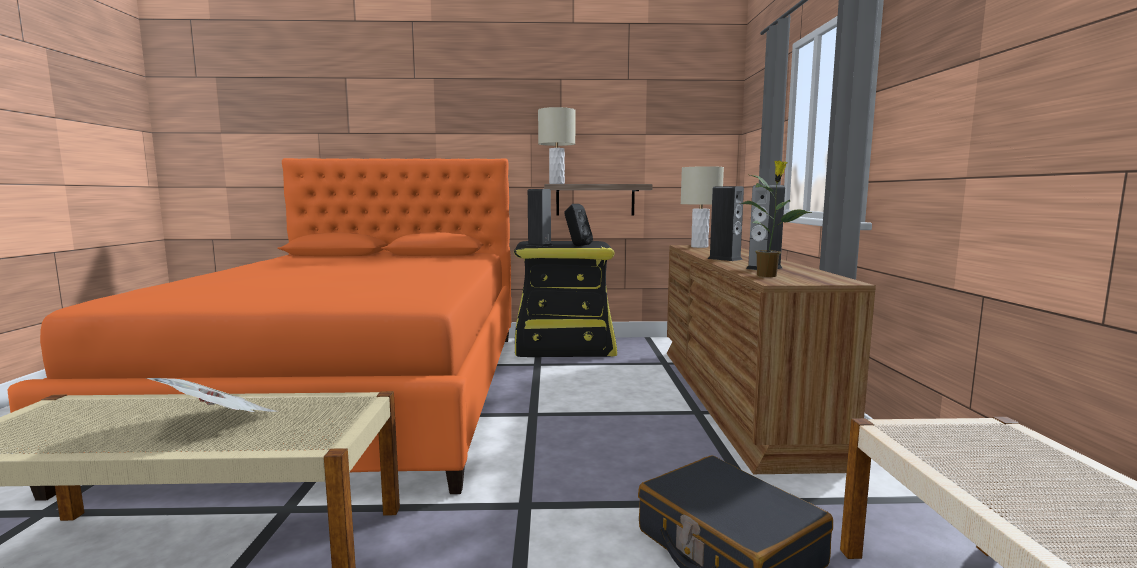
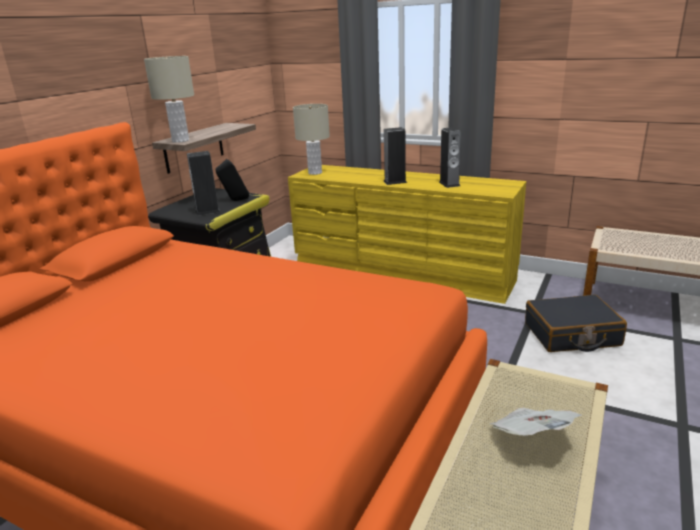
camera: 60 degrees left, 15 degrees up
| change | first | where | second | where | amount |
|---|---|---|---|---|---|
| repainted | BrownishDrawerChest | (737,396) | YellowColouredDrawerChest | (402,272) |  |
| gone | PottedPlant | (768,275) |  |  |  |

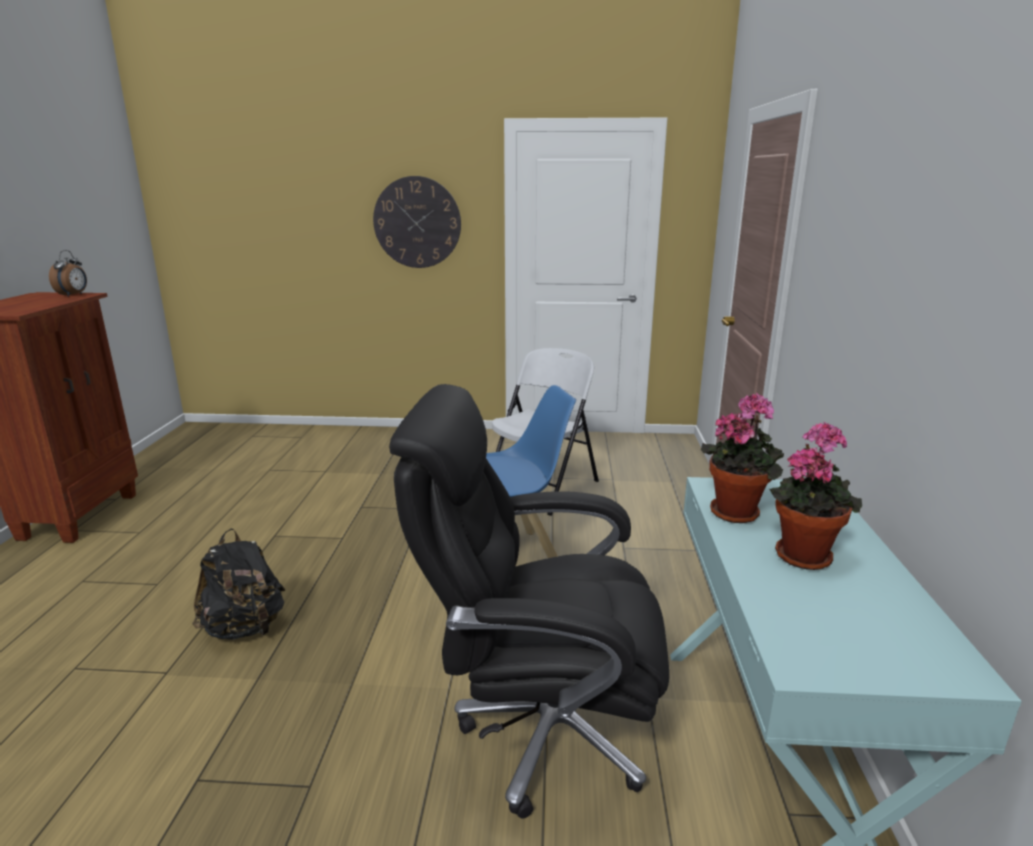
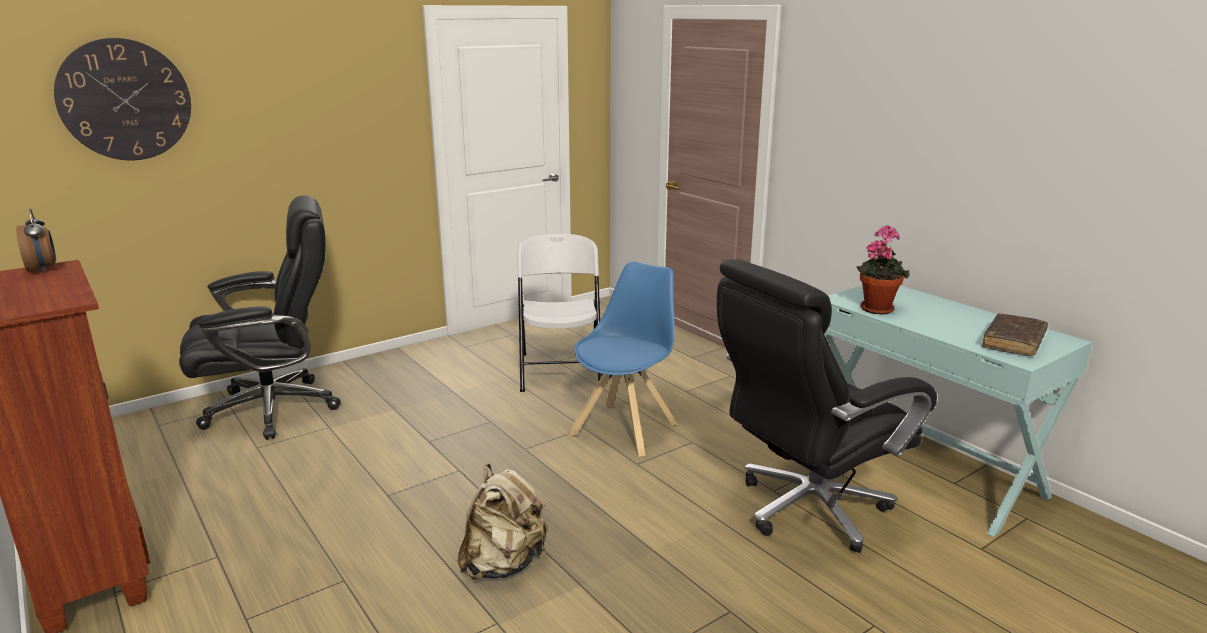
camera: 40 degrees left, 0 degrees up
| change | first | where | second | where | amount |
|---|---|---|---|---|---|
| shifted | WallClock | (417,222) |  | (125,100) |  |
| new |  |  | BlackColouredOfficeChair | (272,409) |  |
| repainted | BlackColouredKnapsack | (245,628) | SandColouredKnapsack | (503,564) |  |
| new |  |  | BrownishVolume | (1013,342) |  |
| gone | PottedPlant | (803,554) |  |  |  |

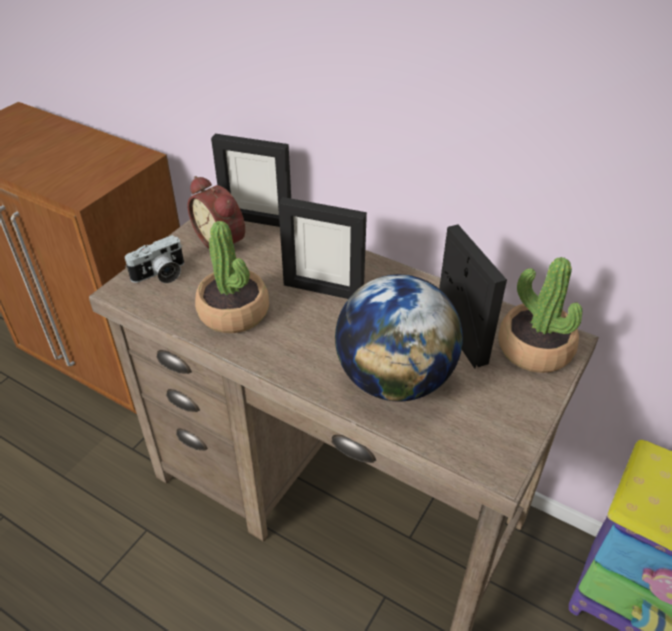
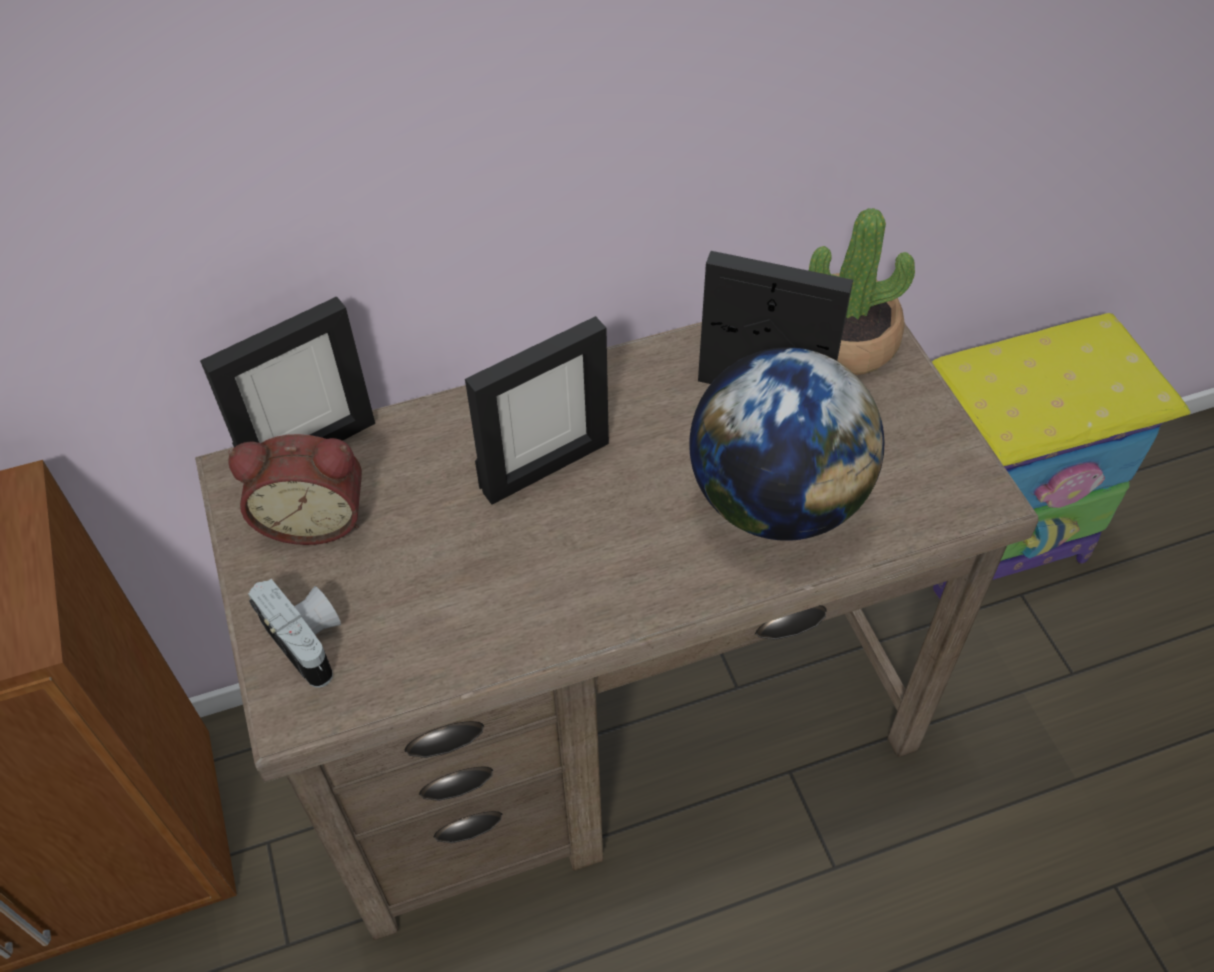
camera: 50 degrees left, 10 degrees up
| change | first | where | second | where | amount |
|---|---|---|---|---|---|
| rotated | PhotoCamera | (160,275) |  | (310,640) | 45 degrees counterclockwise |
| gone | PottedPlant | (234,312) |  |  |  |

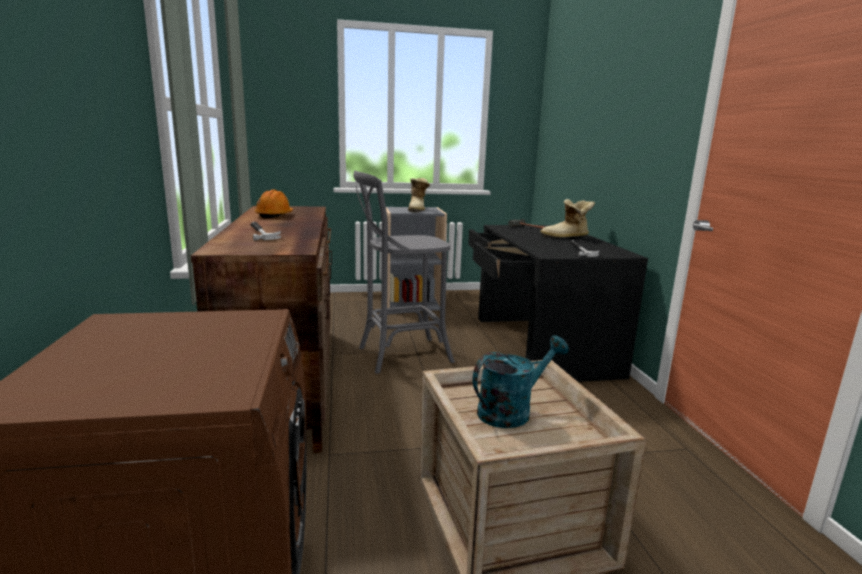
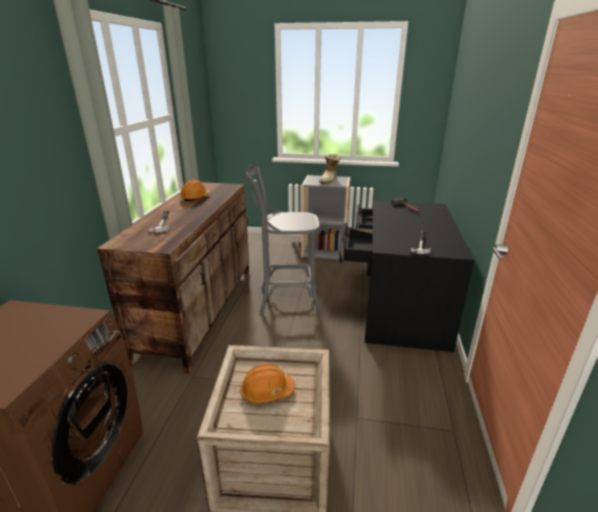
camera: 20 degrees right, 10 degrees up
| change | first | where | second | where | amount |
|---|---|---|---|---|---|
| swapped | TurquoiseColouredWateringPot | (511,411) | OrangeWorkHelmet | (267,392) |  |
| gone | TallBoot | (566,237) |  |  |  |

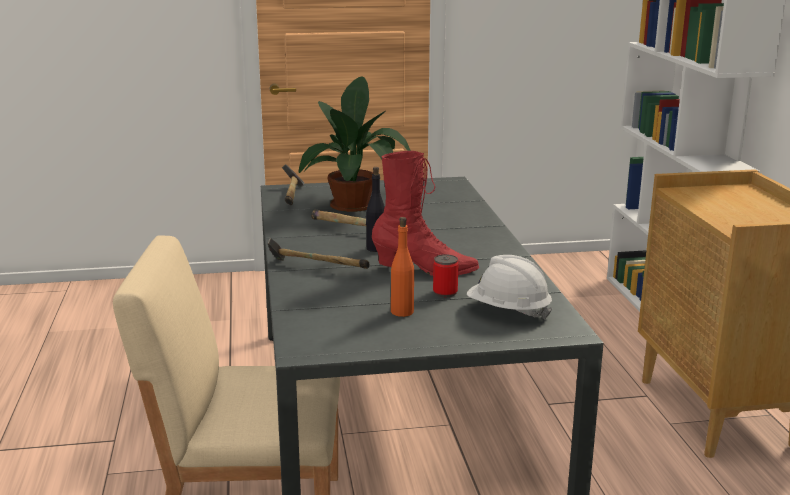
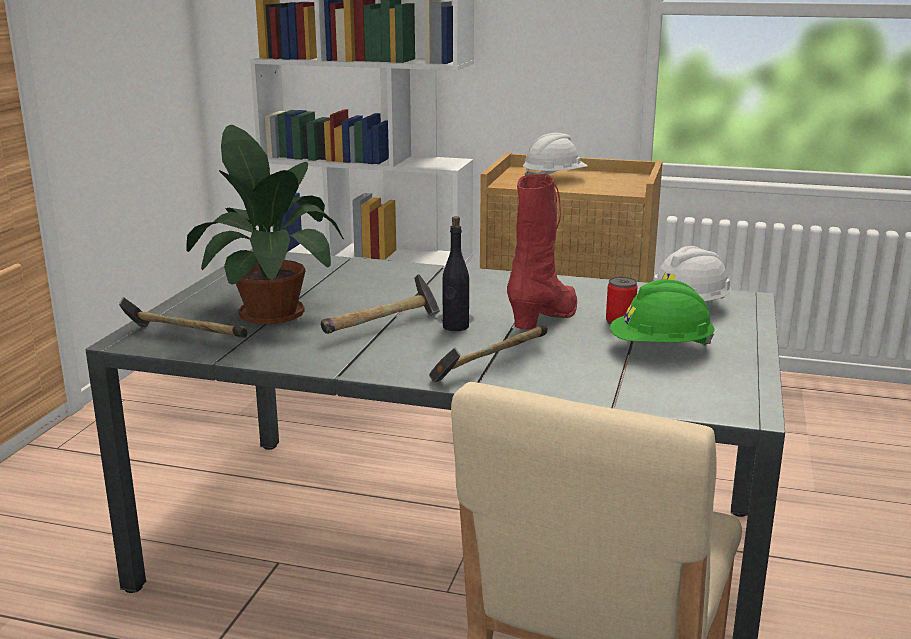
camera: 65 degrees left, 0 degrees up
| change | first | where | second | where | amount |
|---|---|---|---|---|---|
| new |  |  | WhitishWorkHelmet | (554,179) |  |
| swapped | OrangeBottle | (402,312) | GreenishWorkHelmet | (660,348) |  |

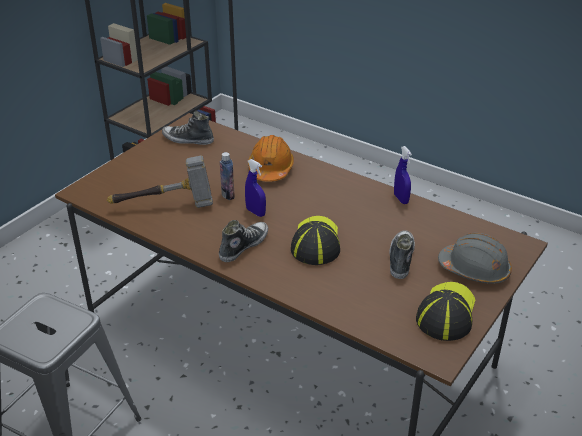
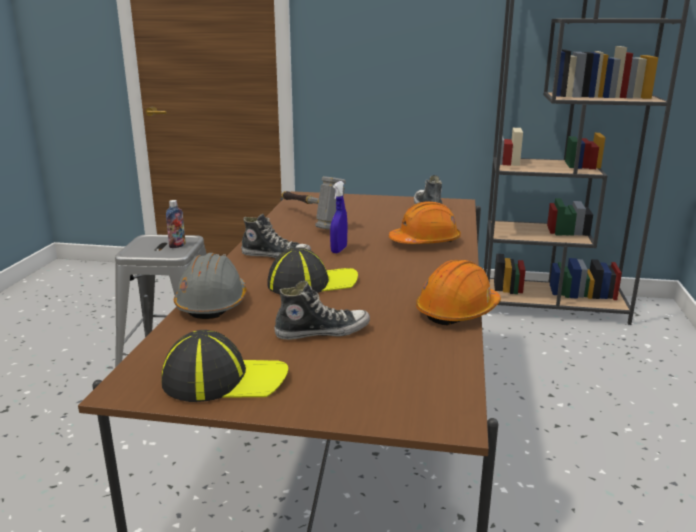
camera: 65 degrees right, 15 degrees down
| change | first | where | second | where | amount |
|---|---|---|---|---|---|
| shifted | Bottle | (228,195) |  | (177,245) |  |
| shifted | GreyishWorkHelmet | (474,269) |  | (212,303) |  |
| swapped | BluishSprayer | (401,199) | OrangeWorkHelmet | (457,311) |  |

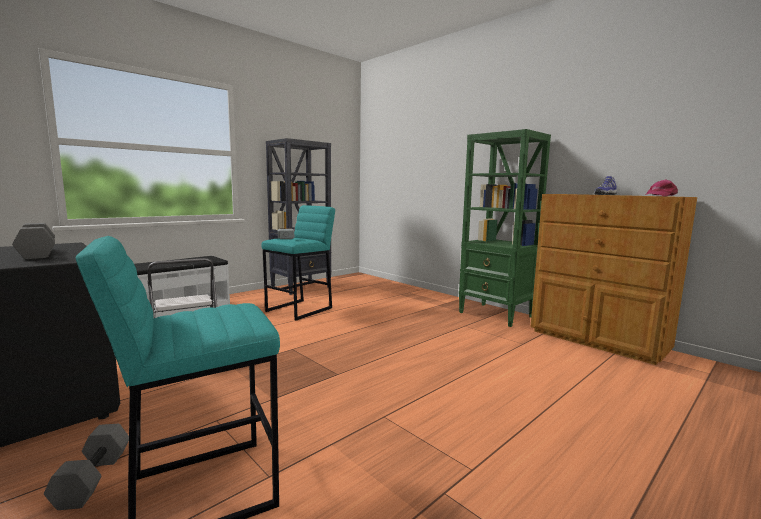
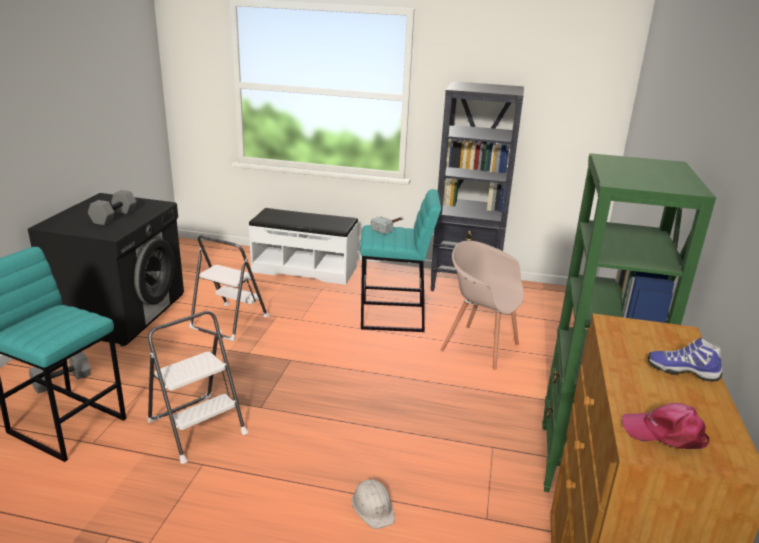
camera: 55 degrees right, 15 degrees up
| change | first | where | second | where | amount |
|---|---|---|---|---|---|
| new |  |  | WhitishStepStool | (195,425) |  |
| new |  |  | WhitishWorkHelmet | (373,507) |  |
| new |  |  | SandColouredPlainChair | (479,347) |  |

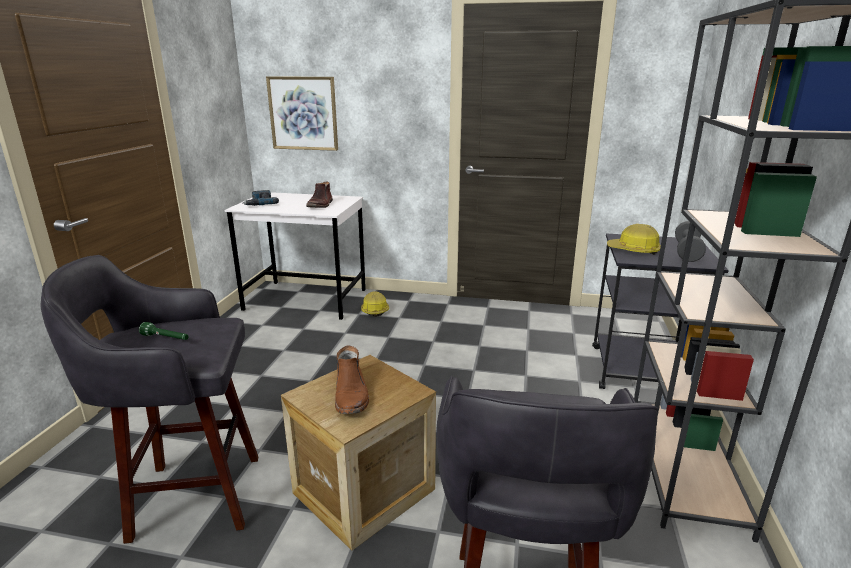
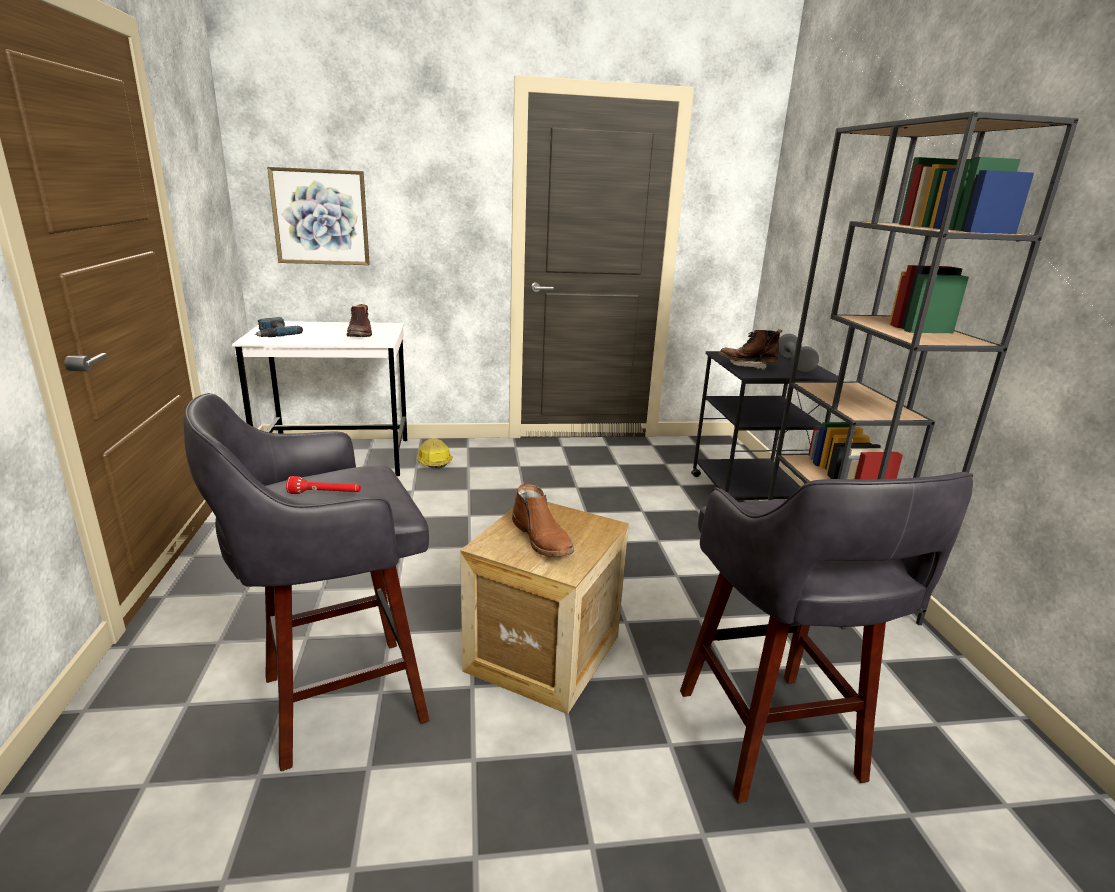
camera: 20 degrees left, 0 degrees up
| change | first | where | second | where | amount |
|---|---|---|---|---|---|
| repainted | GreenishFlashlight | (166,338) | RedColouredFlashlight | (325,494) |  |
| swapped | WorkHelmet | (633,251) | BrownishTallBoot | (747,366) |  |

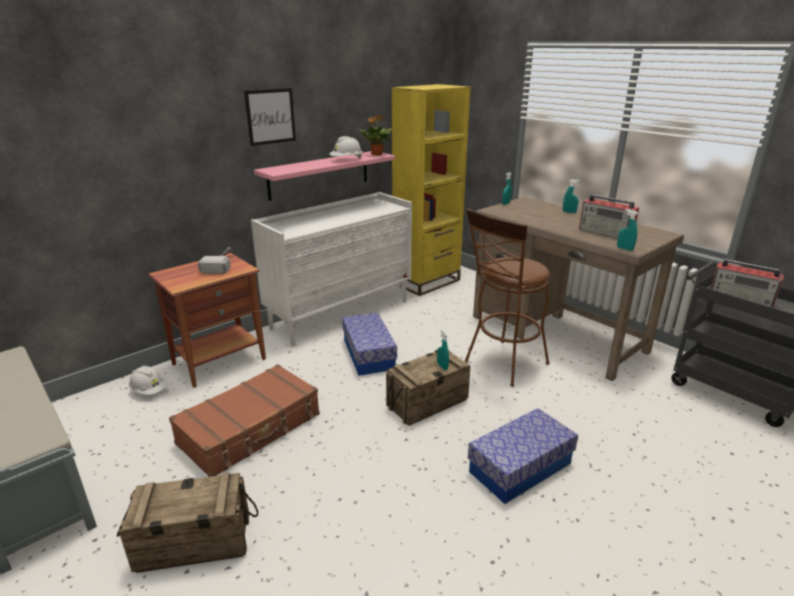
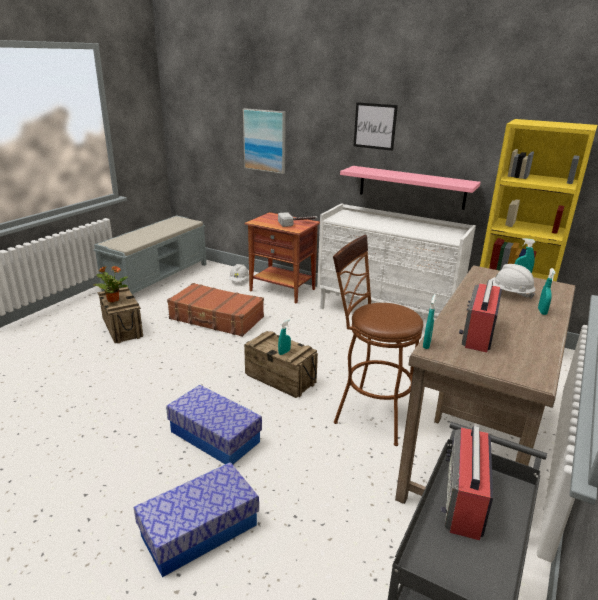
camera: 70 degrees right, 0 degrees up
| change | first | where | second | where | amount |
|---|---|---|---|---|---|
| shifted | PottedPlant | (376,154) |  | (113,300) |  |
| shifted | StorageContainer | (369,354) |  | (199,530) |  |
| new |  |  | Picture | (265,141) |  |
| shifted | WhitishWorkHelmet | (346,160) |  | (509,293) |  |

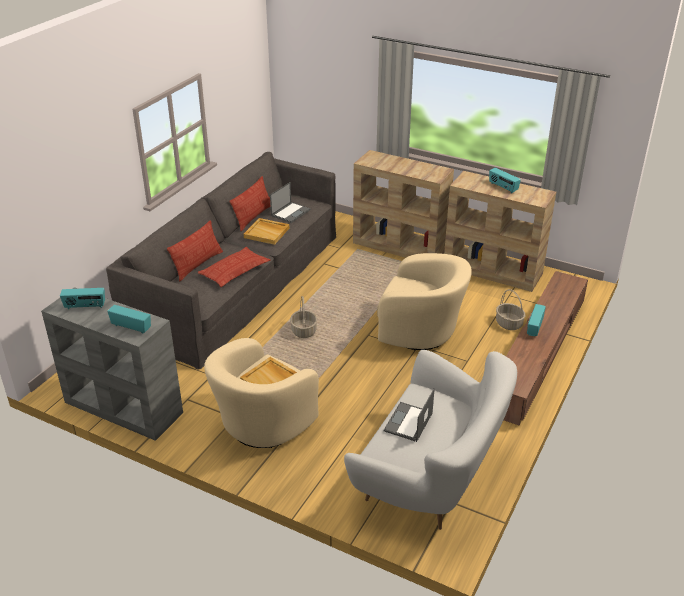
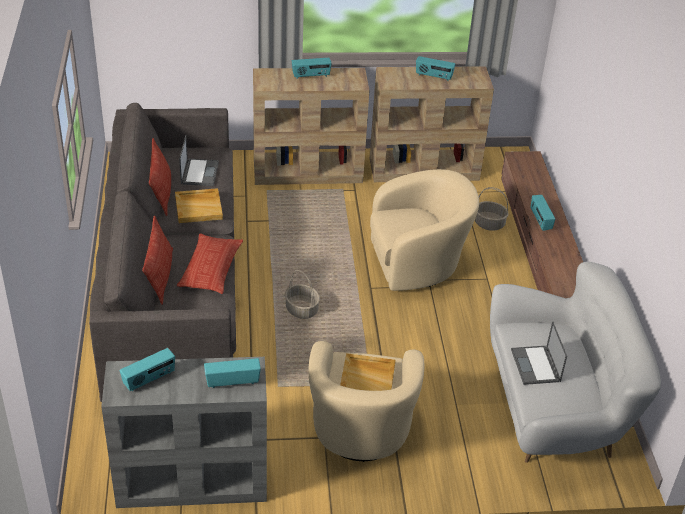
camera: 35 degrees left, 5 degrees up
| change | first | where | second | where | amount |
|---|---|---|---|---|---|
| new |  |  | RadioReceiver | (311,76) |  |

